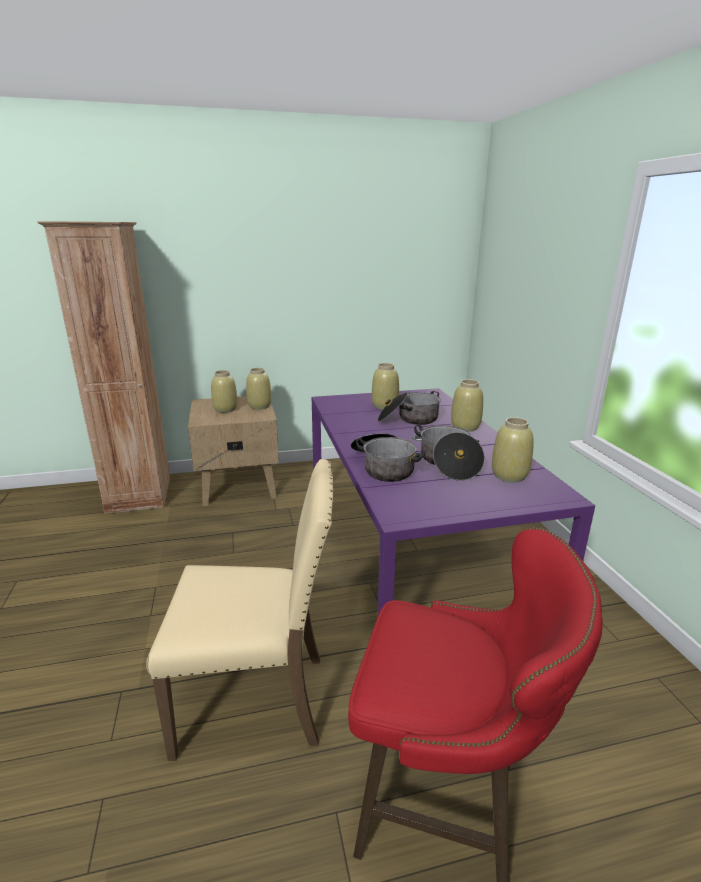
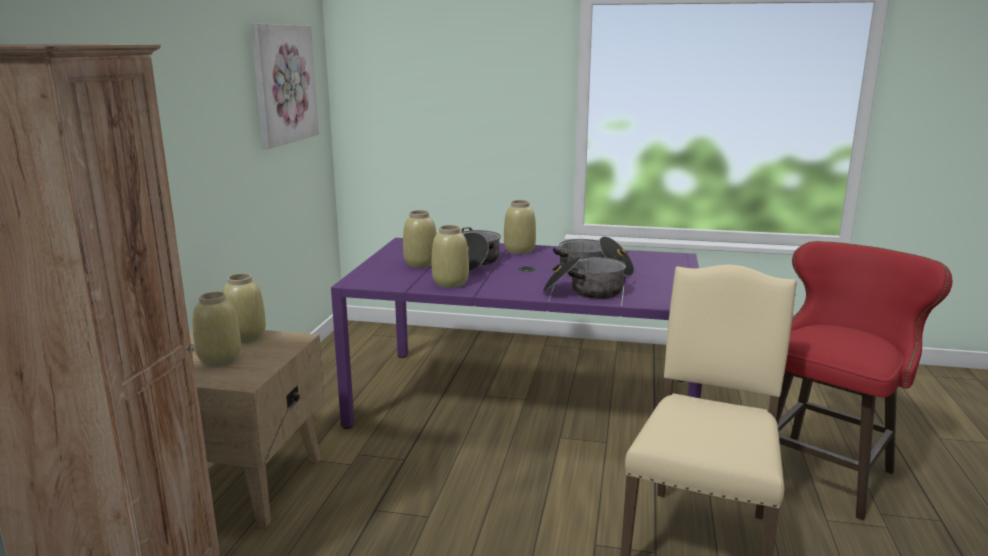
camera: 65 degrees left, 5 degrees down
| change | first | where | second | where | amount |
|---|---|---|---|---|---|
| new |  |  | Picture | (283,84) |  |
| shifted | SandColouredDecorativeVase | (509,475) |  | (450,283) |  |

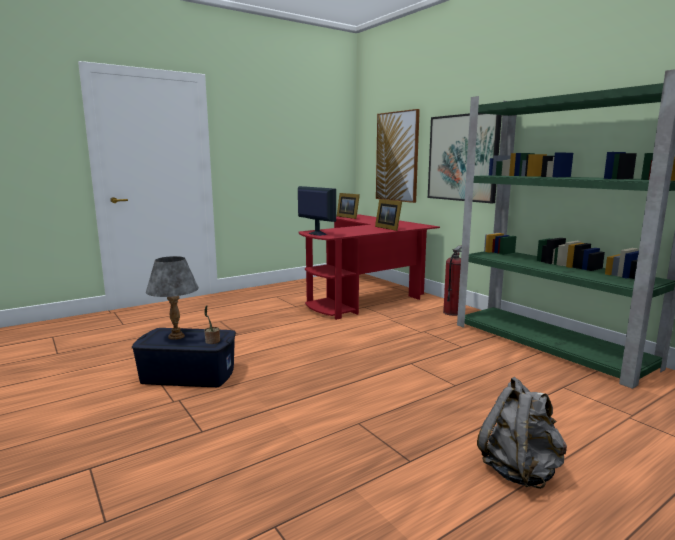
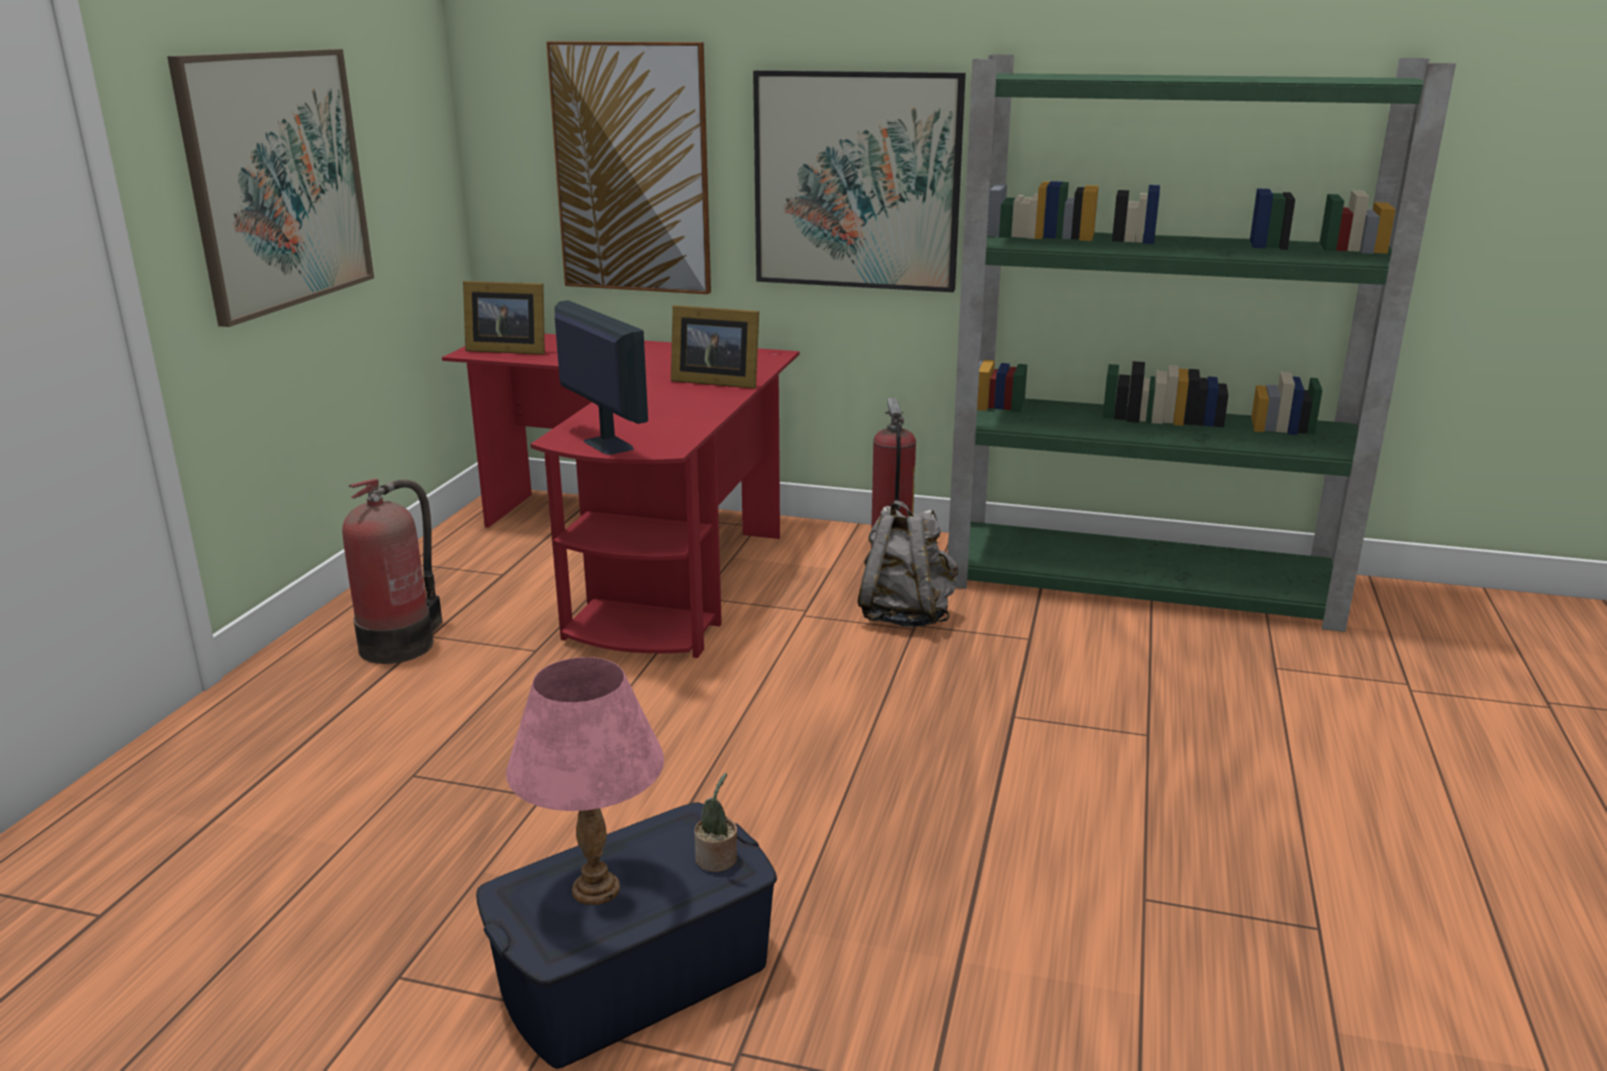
camera: 40 degrees left, 10 degrees up
| change | first | where | second | where | amount |
|---|---|---|---|---|---|
| new |  |  | Picture | (278,180) |  |
| new |  |  | FireExtinguisher | (401,643) |  |
| repainted | GreyishLampForATable | (176,336) | PinkishLampForATable | (597,889) |  |
| rotated | ComputerScreen | (317,234) |  | (607,444) | 45 degrees clockwise |
| shifted | GreyishKnapsack | (519,470) |  | (905,616) |  |

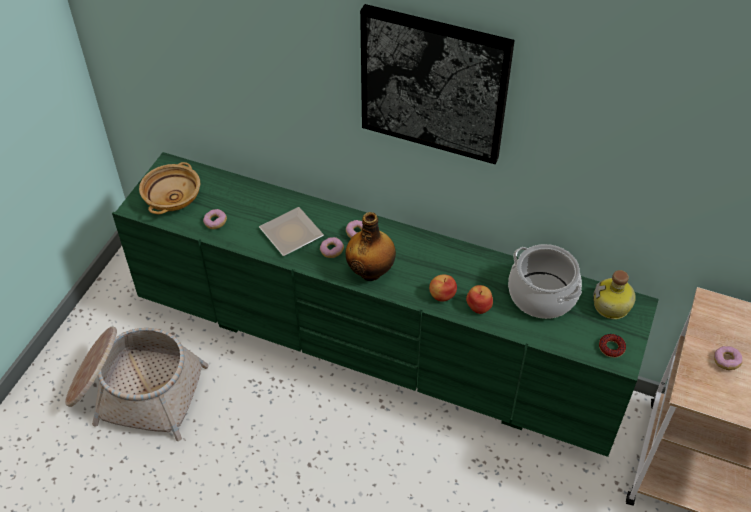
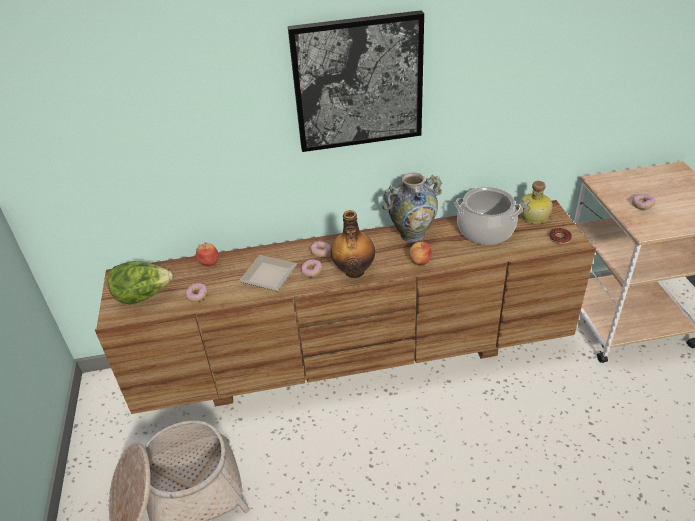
camera: 30 degrees left, 10 degrees down
| change | first | where | second | where | amount |
|---|---|---|---|---|---|
| repainted | GreenishCabinet | (375,352) | BrownishCabinet | (354,360) |  |
| swapped | SandColouredServingBowl | (172,198) | Lettuce | (143,296) |  |
| shifted | WholeApple | (479,306) |  | (209,262) |  |
| new |  |  | DecorativeVase | (412,235) |  |

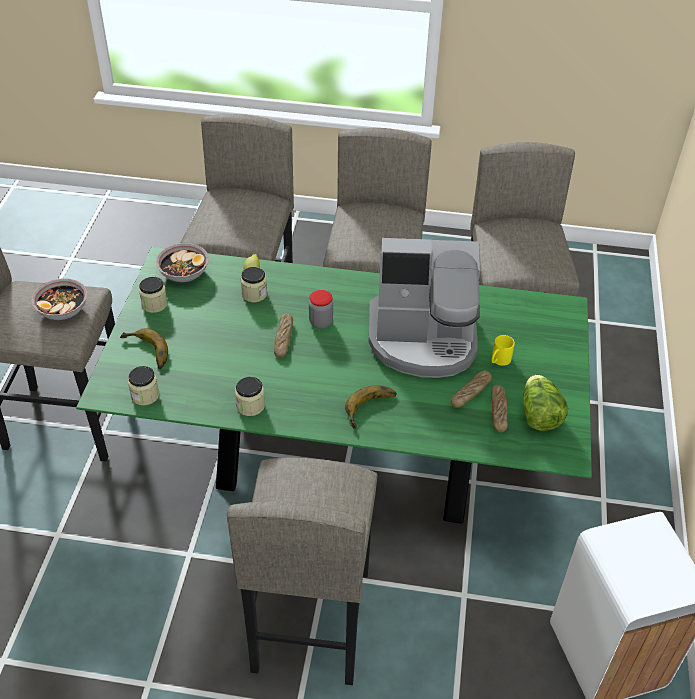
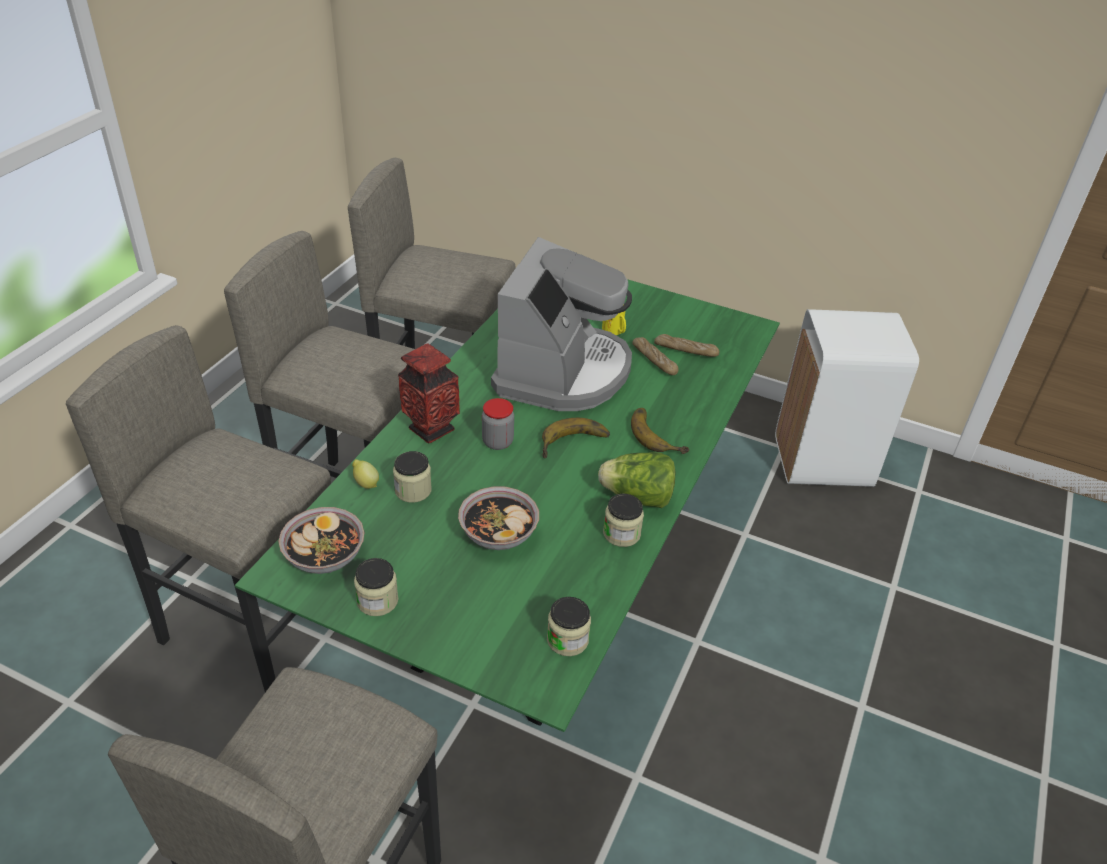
camera: 75 degrees left, 5 degrees down
| change | first | where | second | where | amount |
|---|---|---|---|---|---|
| new |  |  | DecorativeVase | (431,429) |  |
| shifted | ServingBowl | (63,310) |  | (498,533) |  |
| shifted | BananaFruit | (145,353) |  | (575,445) |  |
| shifted | Lettuce | (538,415) |  | (637,497) |  |
| gone | GreyishStool | (309,620) |  |  |  |
| gone | BakeryBread | (283,338) |  |  |  |

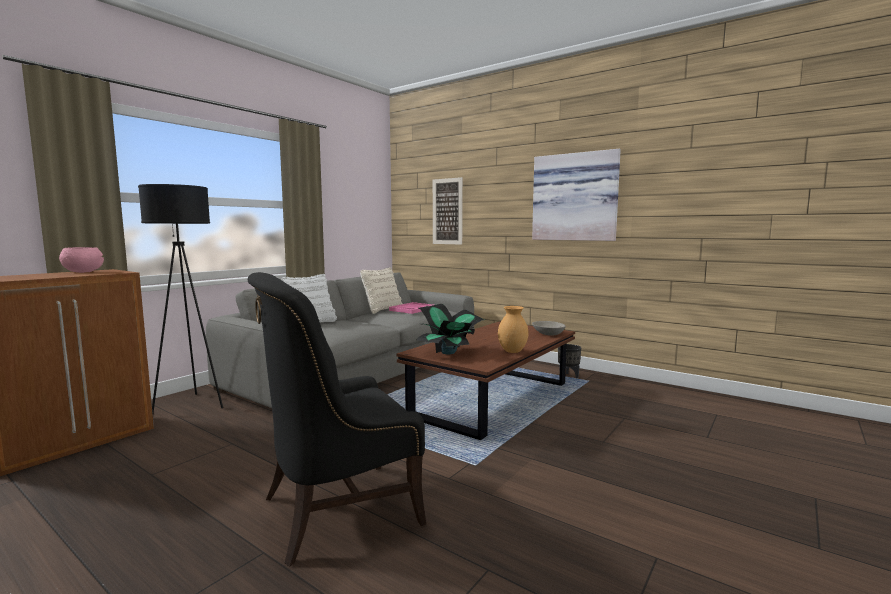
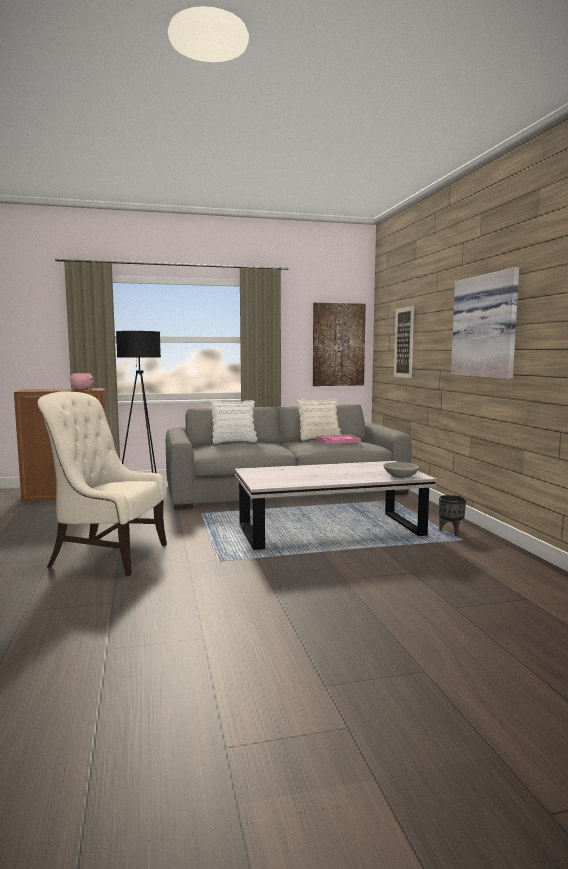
camera: 40 degrees right, 0 degrees up
| change | first | where | second | where | amount |
|---|---|---|---|---|---|
| repainted | BlackColouredLoungeChair | (338,510) | SandColouredLoungeChair | (107,556) |  |
| repainted | BrownishCoffeeTable | (493,400) | WhitishCoffeeTable | (331,531) |  |
| new |  |  | Picture | (338,344) |  |
| gone | PottedPlant | (449,352) |  |  |  |
| gone | BrownishDecorativeVase | (513,351) |  |  |  |

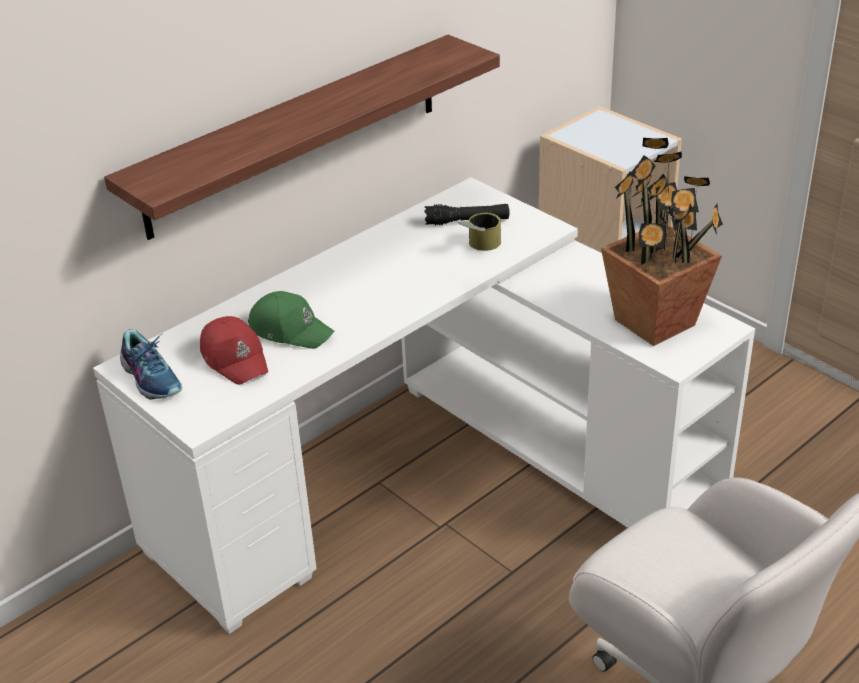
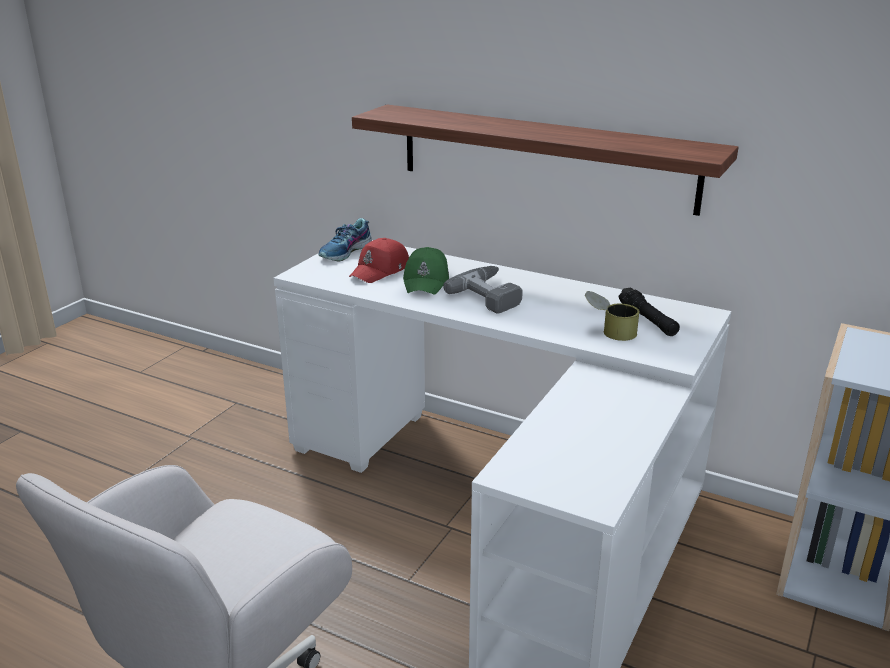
camera: 70 degrees right, 10 degrees down
| change | first | where | second | where | amount |
|---|---|---|---|---|---|
| new |  |  | Drill | (492,295) |  |
| gone | PottedPlant | (656,323) |  |  |  |

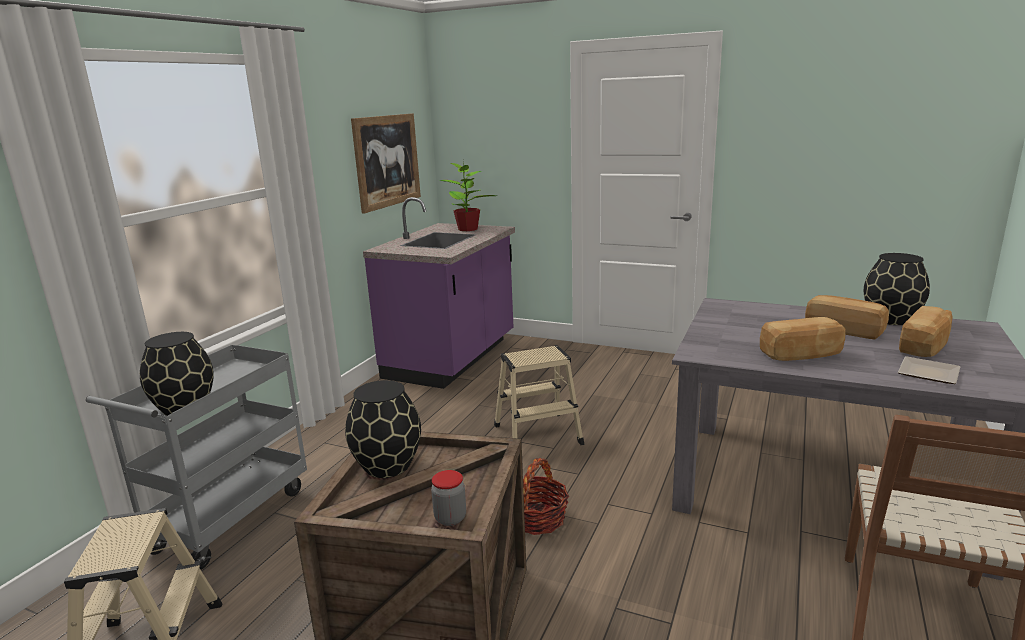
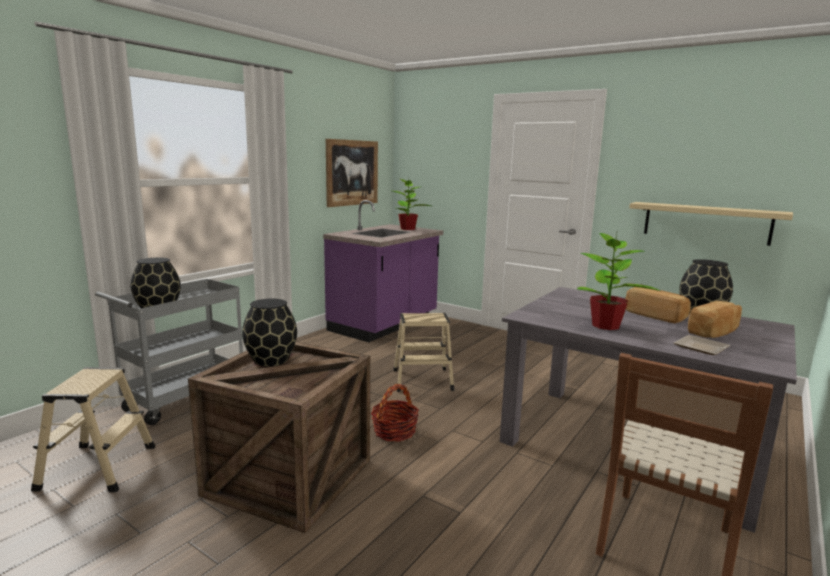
camera: 10 degrees right, 5 degrees down
| change | first | where | second | where | amount |
|---|---|---|---|---|---|
| swapped | BakeryBread | (801,355) | PottedPlant | (606,326) |  |
| new |  |  | SandColouredShelf | (706,223) |  |
| gone | StorageJar | (450,518) |  |  |  |

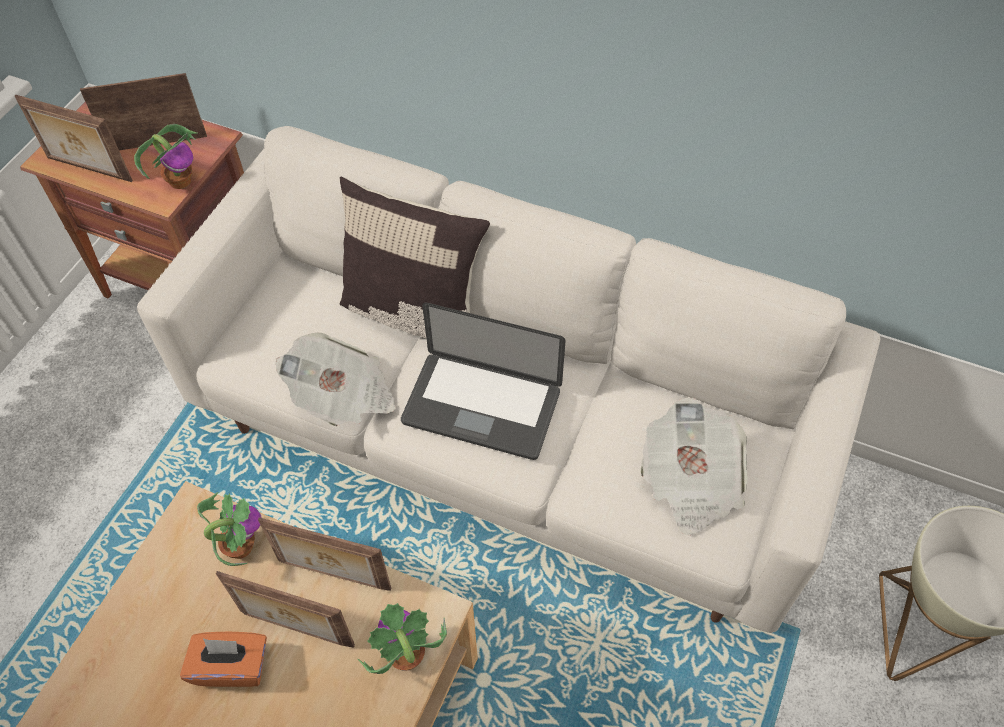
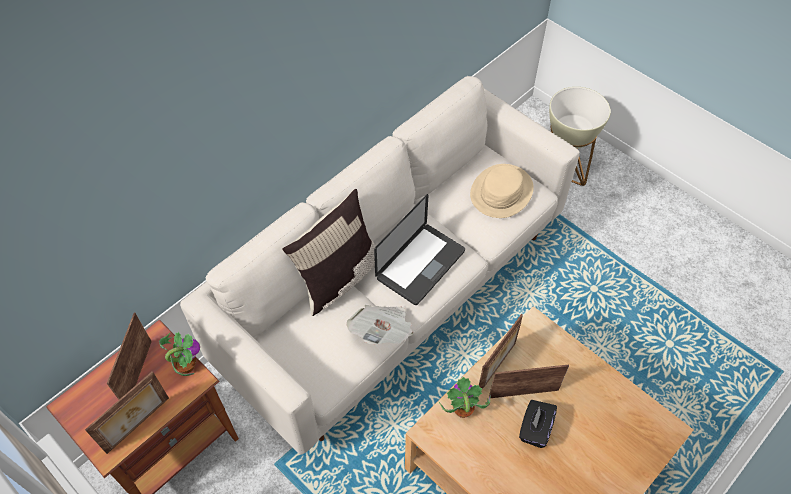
camera: 70 degrees left, 0 degrees up
| change | first | where | second | where | amount |
|---|---|---|---|---|---|
| swapped | DailyPaper | (690,482) | SandColouredClothingHat | (501,192) |  |
| rotated | PhotoFrame | (296,630) |  | (523,392) | 135 degrees counterclockwise |
| repainted | OrangeTissueHolder | (232,666) | BlackColouredTissueHolder | (535,429) |  |
| gone | PottedPlant | (406,657) |  |  |  |

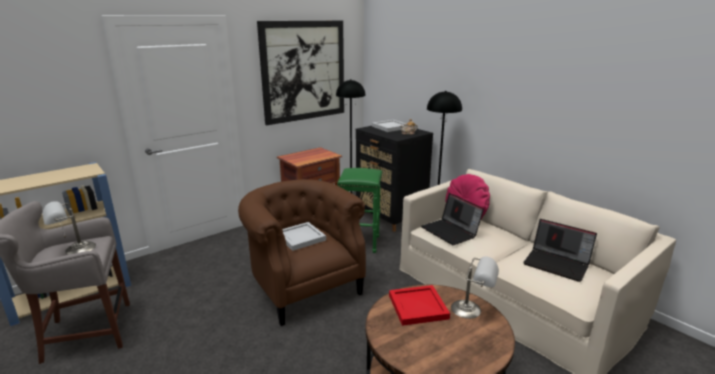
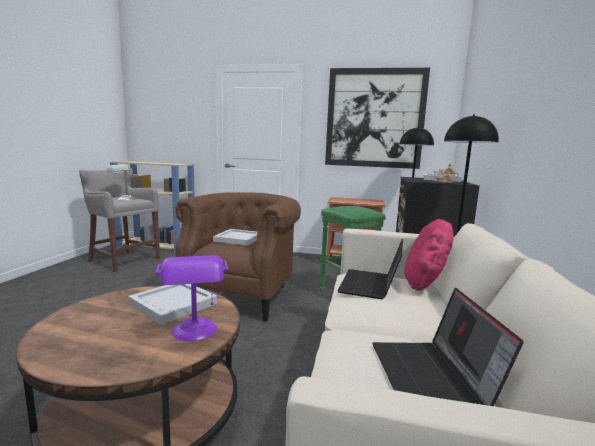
camera: 50 degrees right, 10 degrees down
| change | first | where | second | where | amount |
|---|---|---|---|---|---|
| repainted | RedColouredCarryingTray | (417,306) | WhitishCarryingTray | (173,303) |  |
| repainted | WhitishLampForATable | (472,310) | PurpleLampForATable | (195,334) |  |

